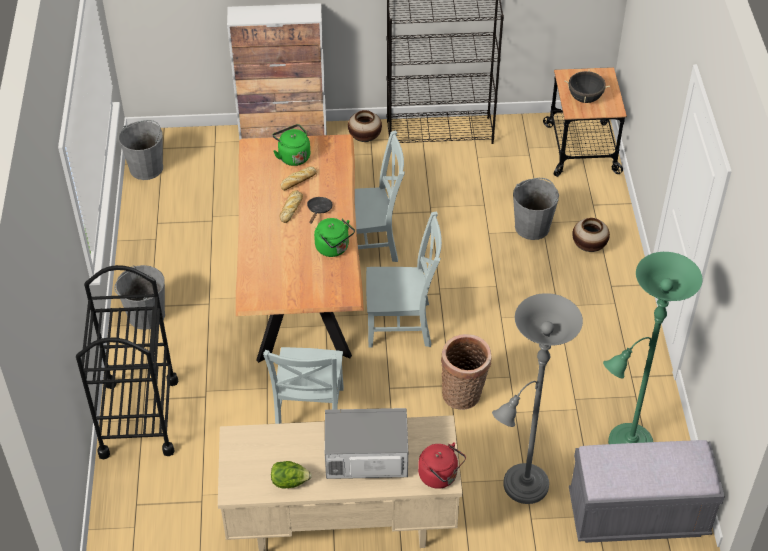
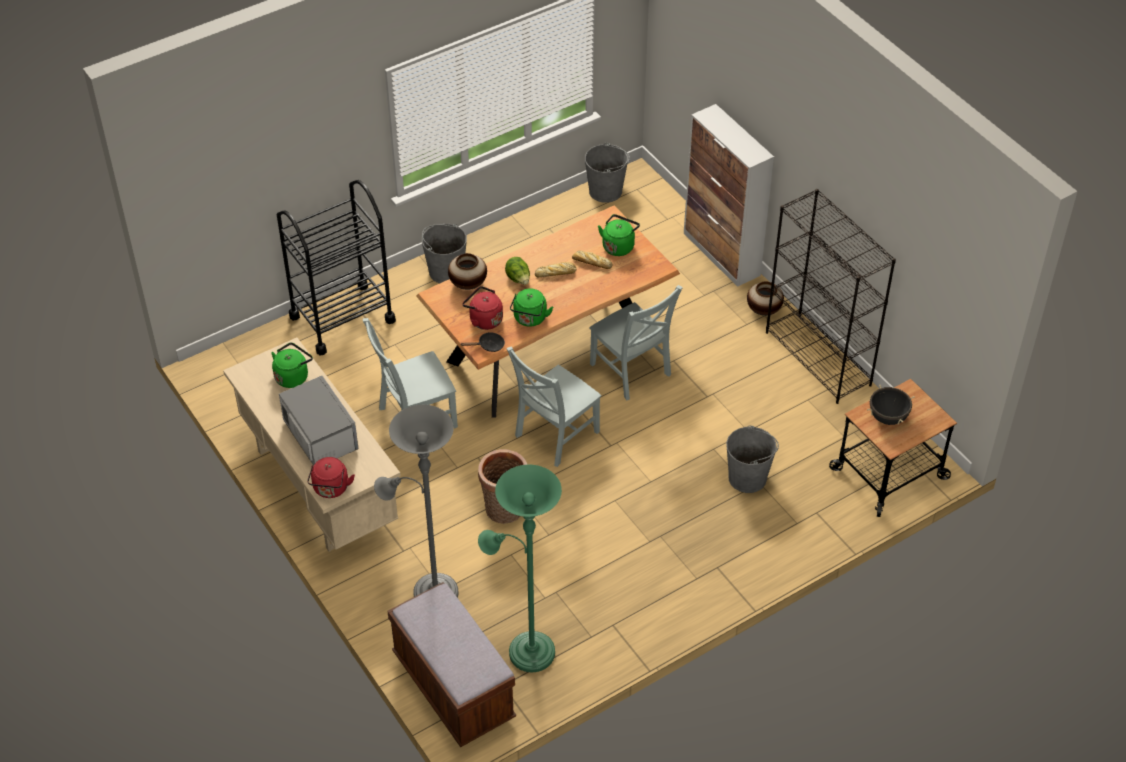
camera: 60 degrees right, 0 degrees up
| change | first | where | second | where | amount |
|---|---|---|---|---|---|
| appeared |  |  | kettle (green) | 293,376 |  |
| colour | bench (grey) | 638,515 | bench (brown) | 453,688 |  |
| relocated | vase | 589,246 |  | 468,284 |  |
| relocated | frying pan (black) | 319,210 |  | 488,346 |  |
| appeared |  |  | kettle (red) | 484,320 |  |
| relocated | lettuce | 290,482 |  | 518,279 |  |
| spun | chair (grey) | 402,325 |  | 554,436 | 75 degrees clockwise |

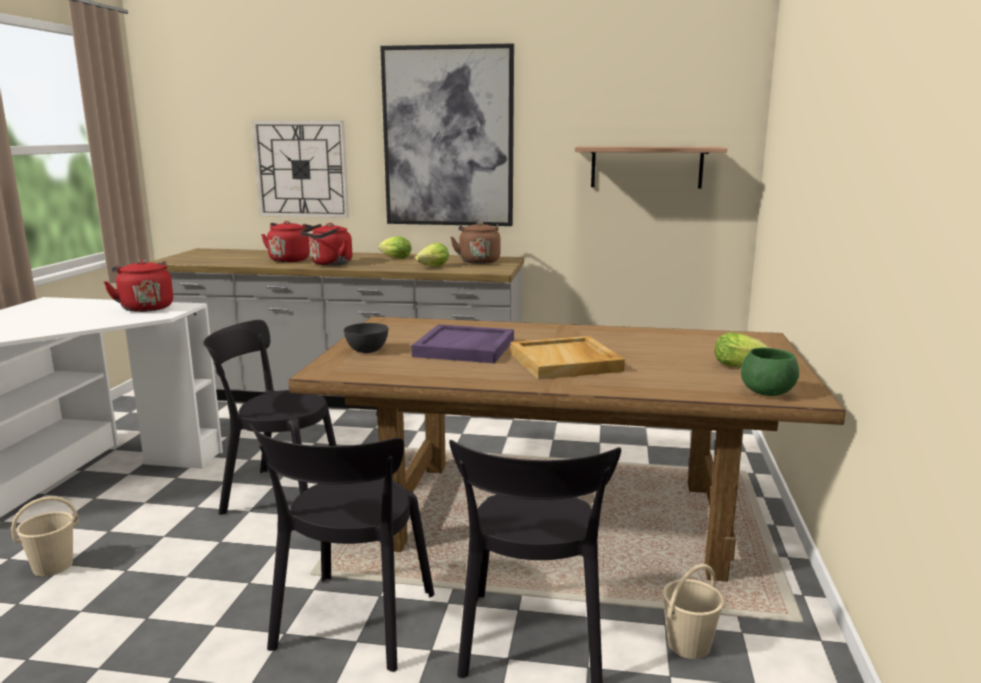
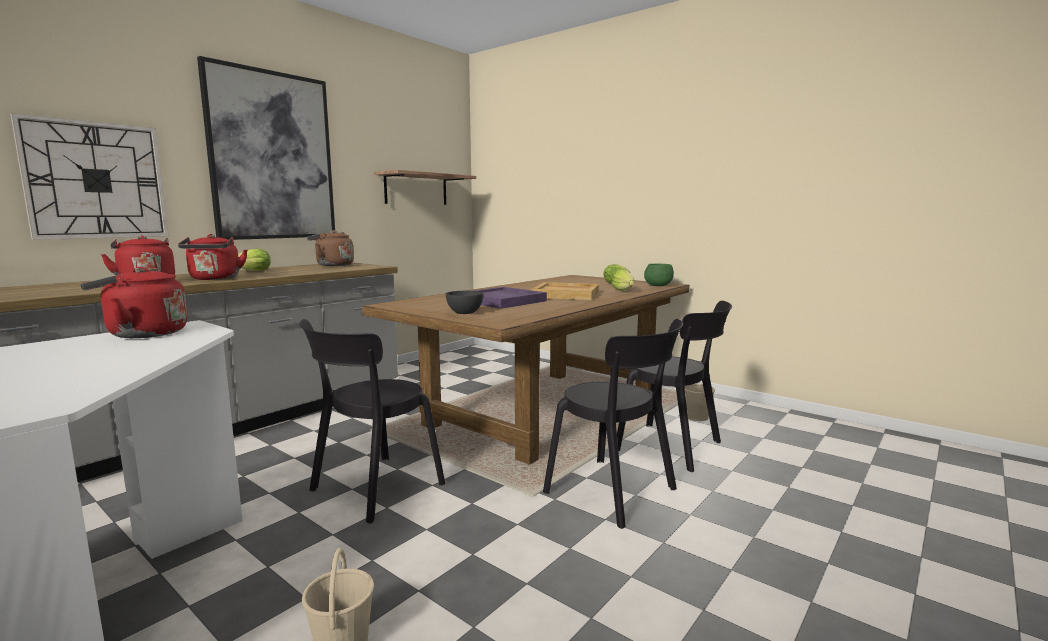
camera: 60 degrees left, 5 degrees down
| change | first | where | second | where | amount |
|---|---|---|---|---|---|
| relocated | lettuce | 431,267 |  | 624,291 |  |

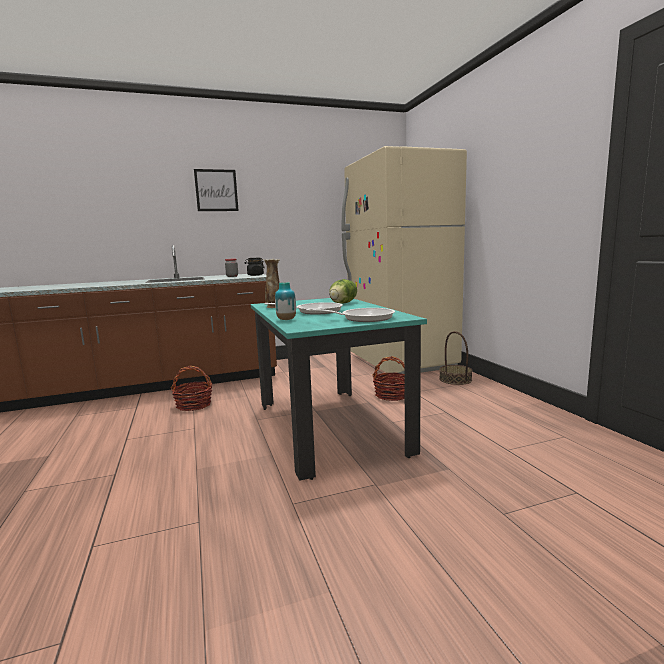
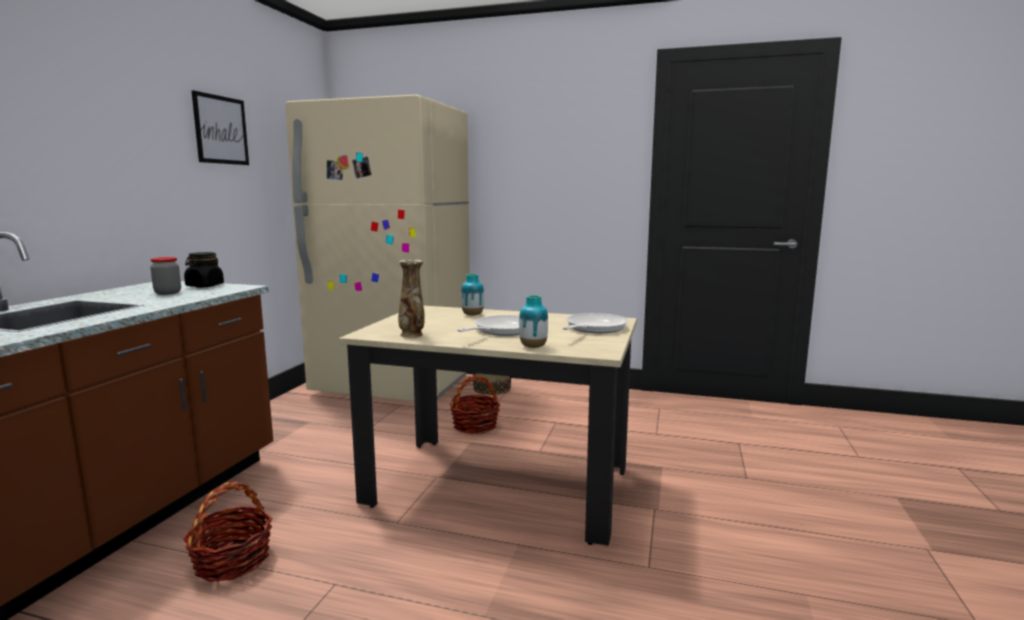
camera: 55 degrees left, 0 degrees up
| change | first | where | second | where | amount |
|---|---|---|---|---|---|
| relocated | picture | 216,190 |  | 221,130 |  |
| colour | dining table (turquoise) | 329,427 | dining table (beige) | 499,485 |  |
| exchanged | lettuce | 343,303 | vase | 472,315 |  |

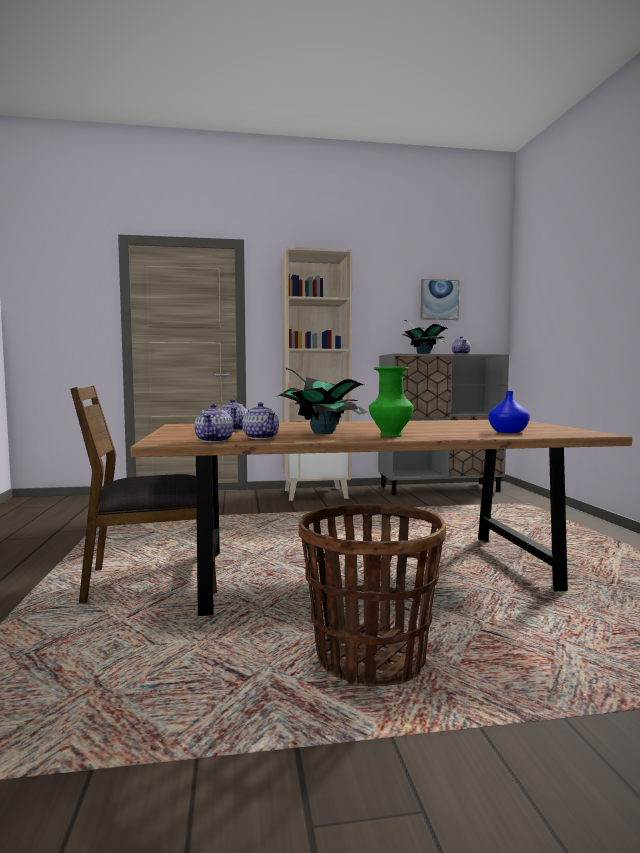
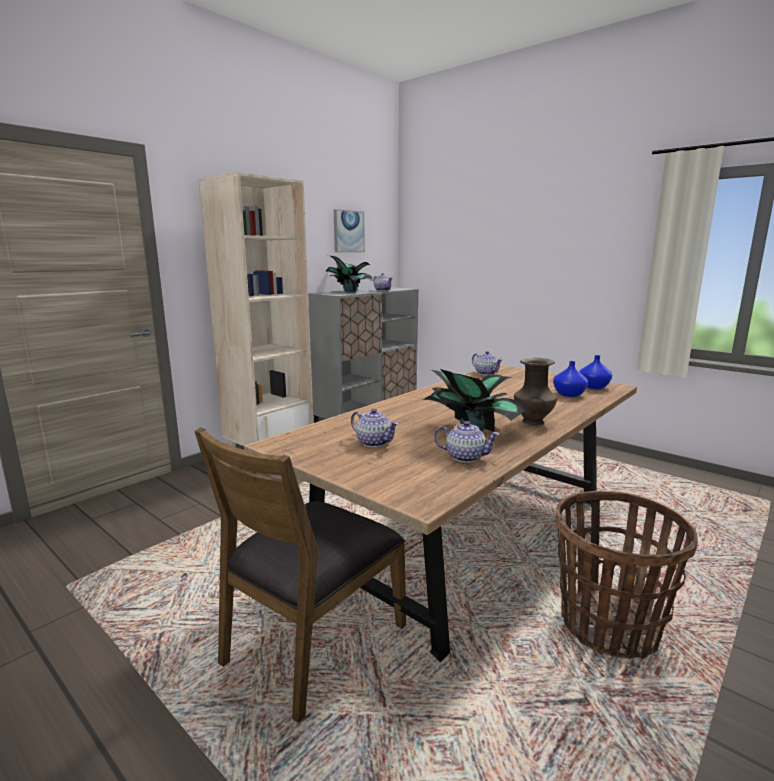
camera: 40 degrees left, 10 degrees up
| change | first | where | second | where | amount |
|---|---|---|---|---|---|
| relocated | teapot | 215,440 |  | 486,373 |  |
| colour | vase (green) | 390,436 | vase (brown) | 533,423 |  |
| appeared |  |  | vase (blue) | 594,387 |  |

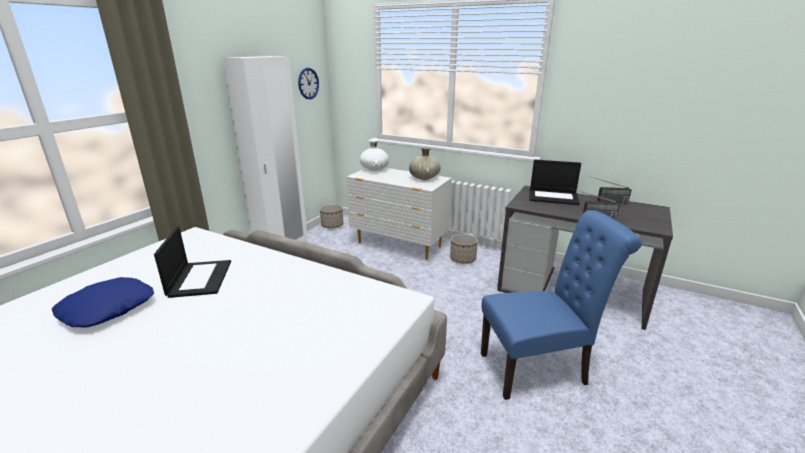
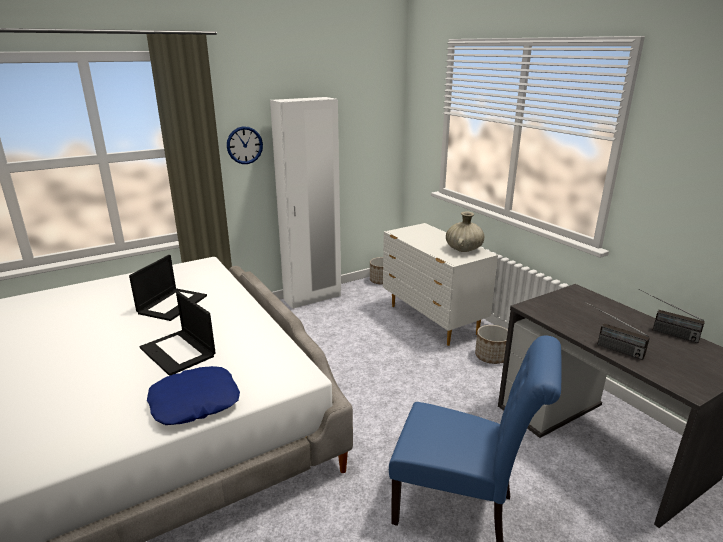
camera: 30 degrees right, 0 degrees up
| change | first | where | second | where | amount |
|---|---|---|---|---|---|
| relocated | laptop | 553,197 |  | 179,352 |  |
| relocated | pillow (blue) | 107,308 |  | 194,402 |  |
| relocated | wall clock | 308,83 |  | 244,145 |  |
| missing | vase (white) | 374,170 |  |  |  |

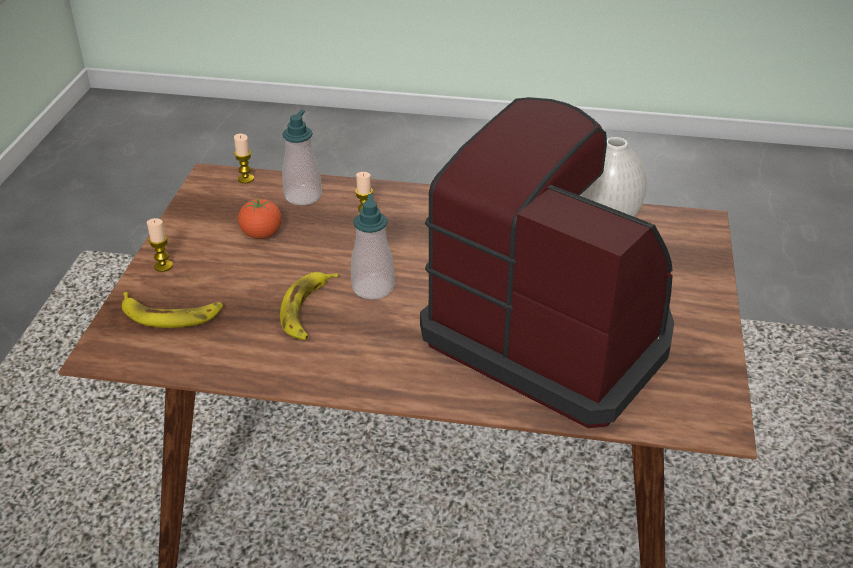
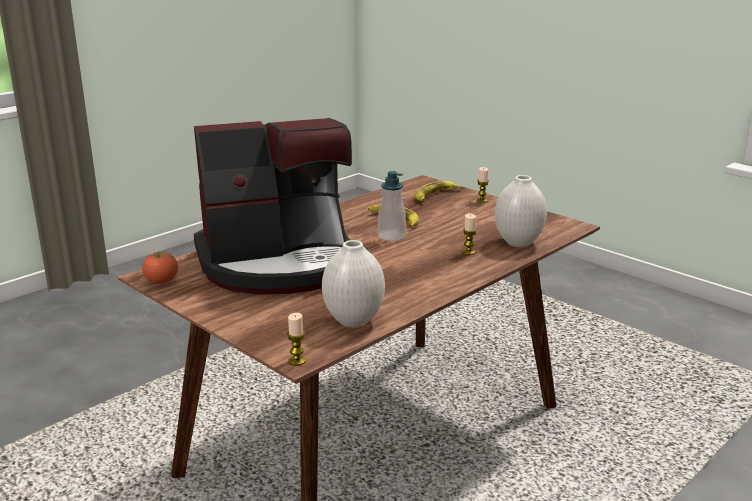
camera: 125 degrees right, 15 degrees down
| change | first | where | second | where | amount |
|---|---|---|---|---|---|
| relocated | tomato | 261,235 |  | 161,282 |  |
| relocated | candle | 246,179 |  | 297,361 |  |
| exchanged | soap dispenser | 303,196 | vase (white) | 518,242 |  |

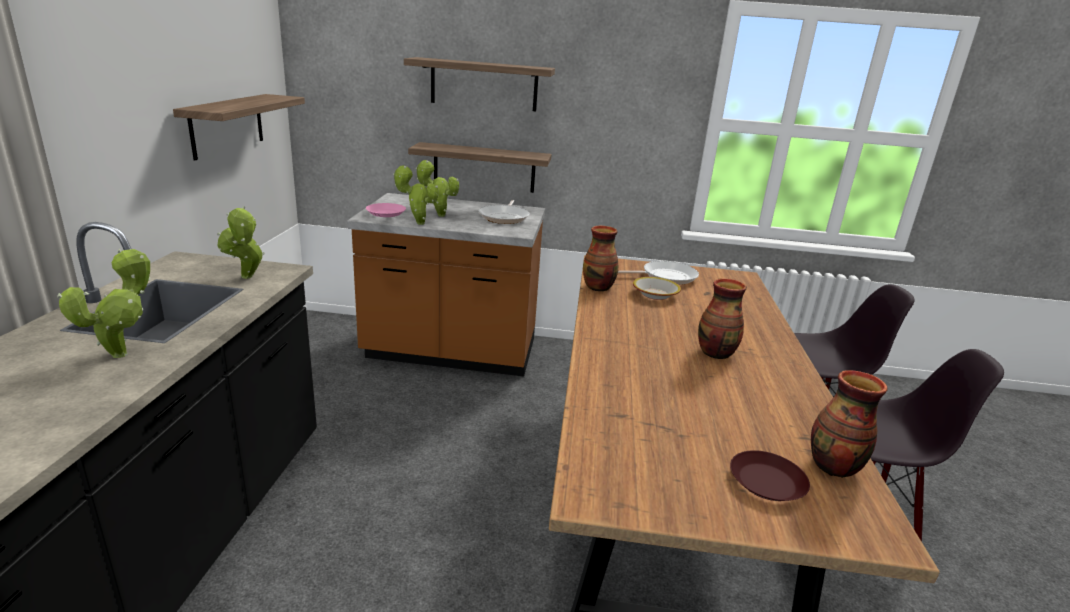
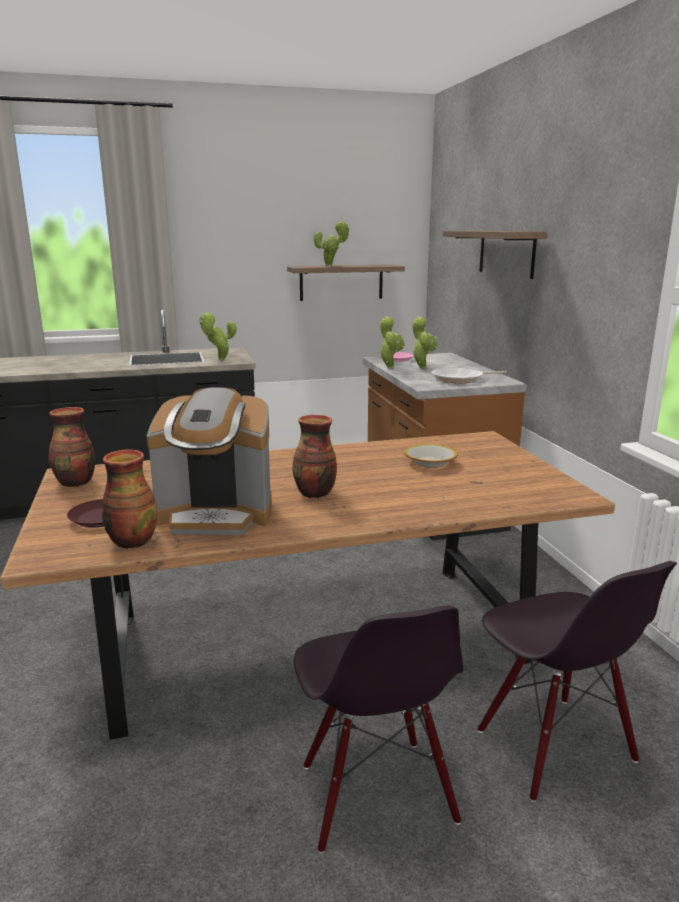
camera: 70 degrees right, 5 degrees down
| change | first | where | second | where | amount |
|---|---|---|---|---|---|
| relocated | vase | 599,287 |  | 75,483 |  |
| appeared |  |  | coffee machine | 216,515 |  |
| relocated | potted plant | 124,352 |  | 331,266 |  |
| missing | shelf | 484,168 |  |  |  |
| missing | frying pan | 666,276 |  |  |  |

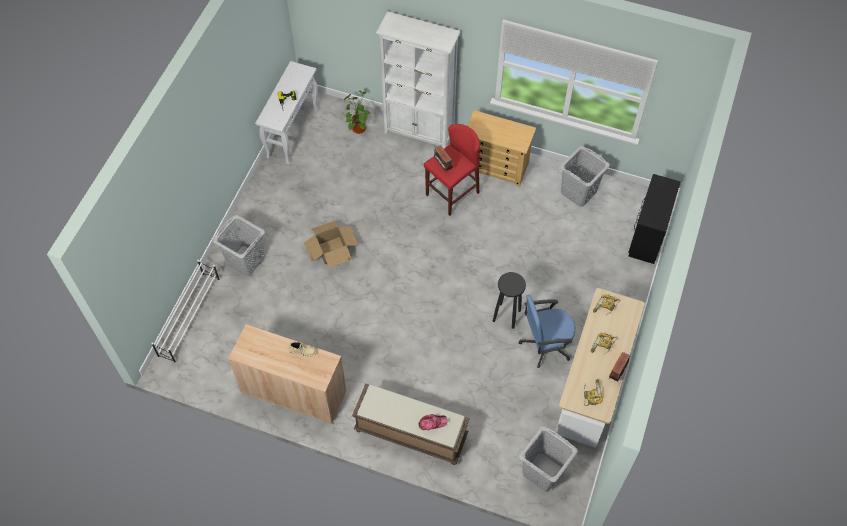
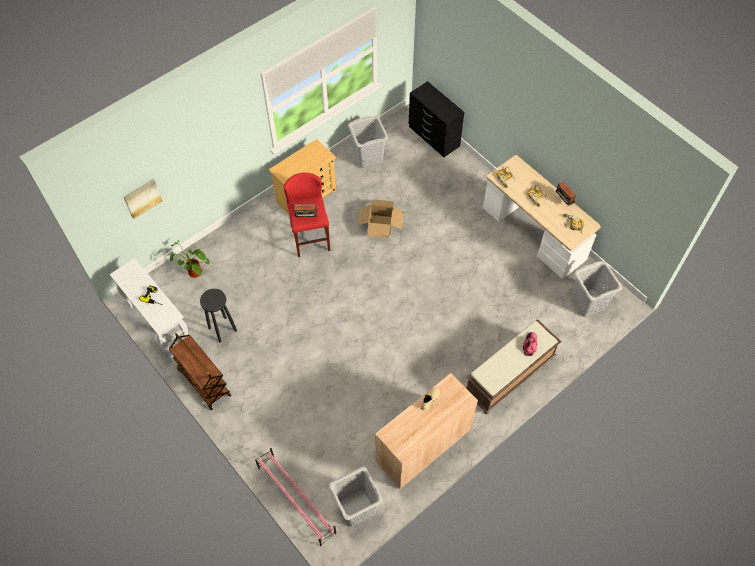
camera: 60 degrees left, 0 degrees up
| change | first | where | second | where | amount |
|---|---|---|---|---|---|
| appeared |  |  | picture | 142,198 |  |
| appeared |  |  | cart (brown) | 203,382 |  |
| relocated | stool (black) | 507,315 |  | 222,329 |  |
| colour | shoe rack (white) | 190,317 | shoe rack (pink) | 296,499 |  |
| relocated | laundry basket (grey) | 245,260 |  | 356,507 |  |
| relocated | cardboard box | 332,250 |  | 380,224 |  |
| missing | bookcase (white) | 419,132 |  |  |  |
| missing | office chair (blue) | 545,344 |  |  |  |

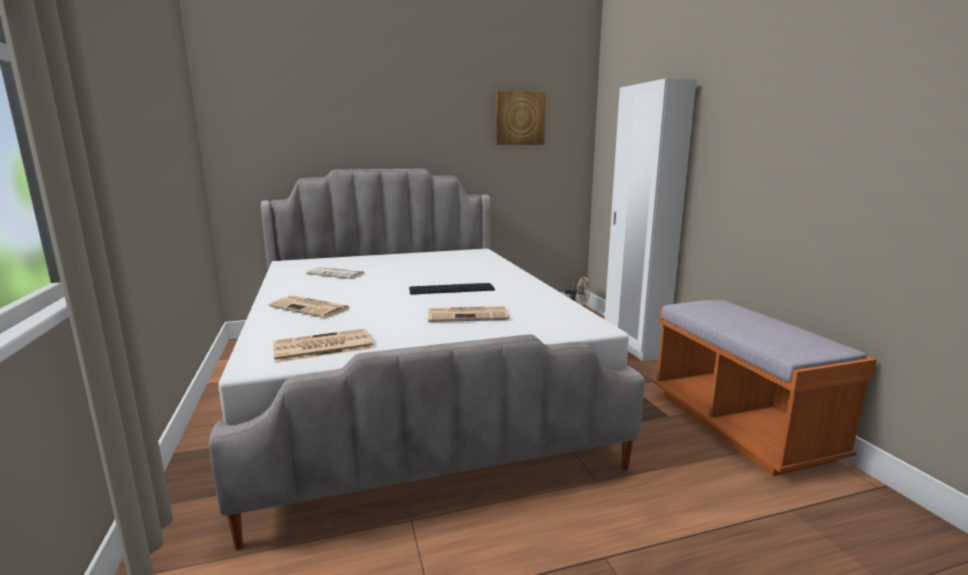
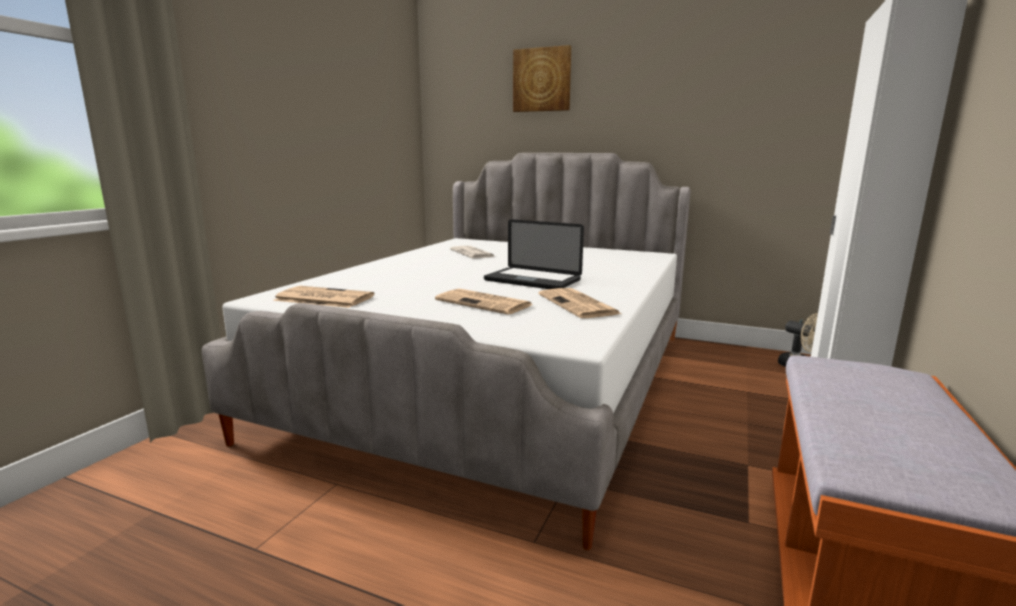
camera: 40 degrees right, 0 degrees up
| change | first | where | second | where | amount |
|---|---|---|---|---|---|
| exchanged | keyboard | 451,289 | laptop | 532,280 |  |
| relocated | picture | 519,118 |  | 542,80 |  |
| relocated | newspaper | 311,307 |  | 579,305 |  |

